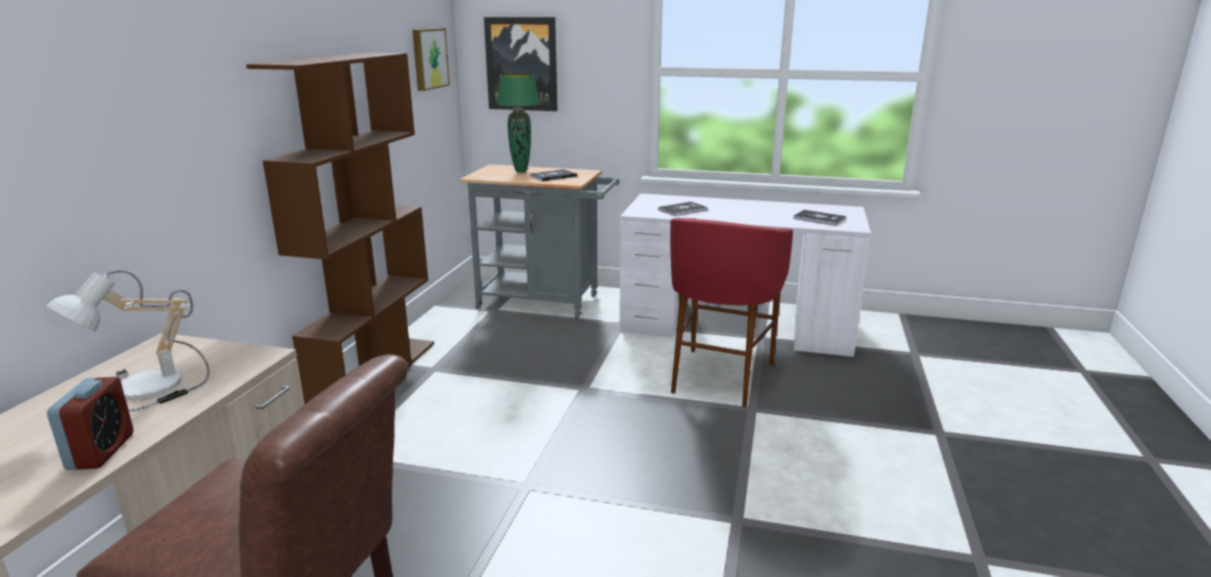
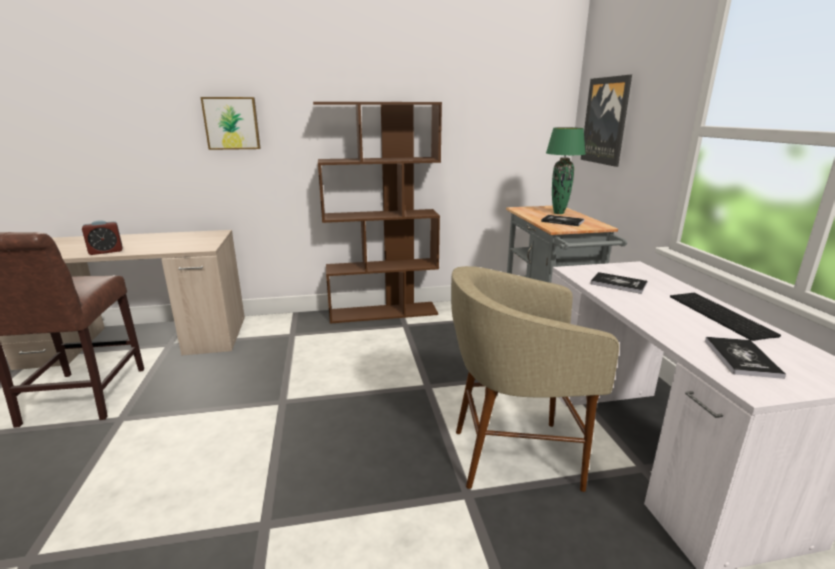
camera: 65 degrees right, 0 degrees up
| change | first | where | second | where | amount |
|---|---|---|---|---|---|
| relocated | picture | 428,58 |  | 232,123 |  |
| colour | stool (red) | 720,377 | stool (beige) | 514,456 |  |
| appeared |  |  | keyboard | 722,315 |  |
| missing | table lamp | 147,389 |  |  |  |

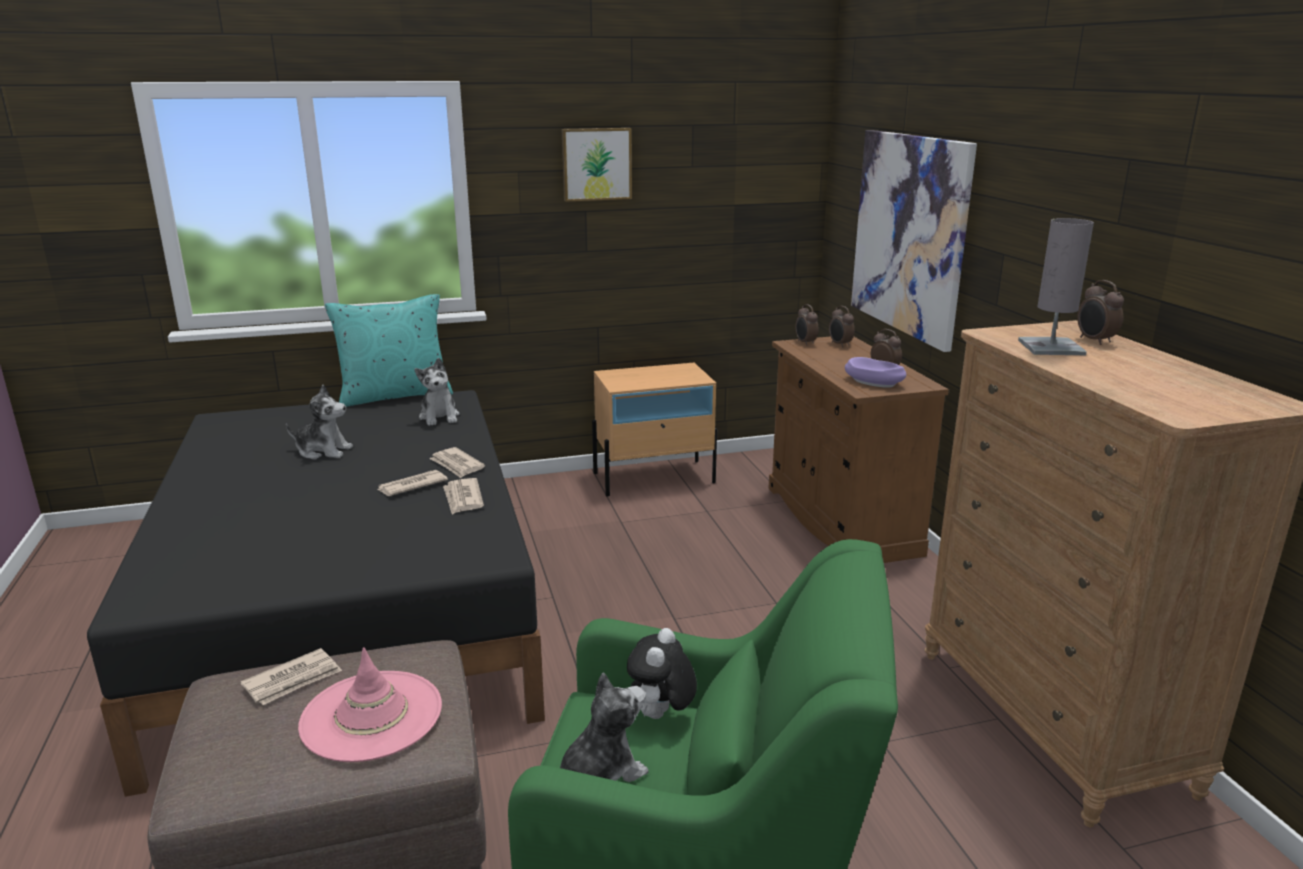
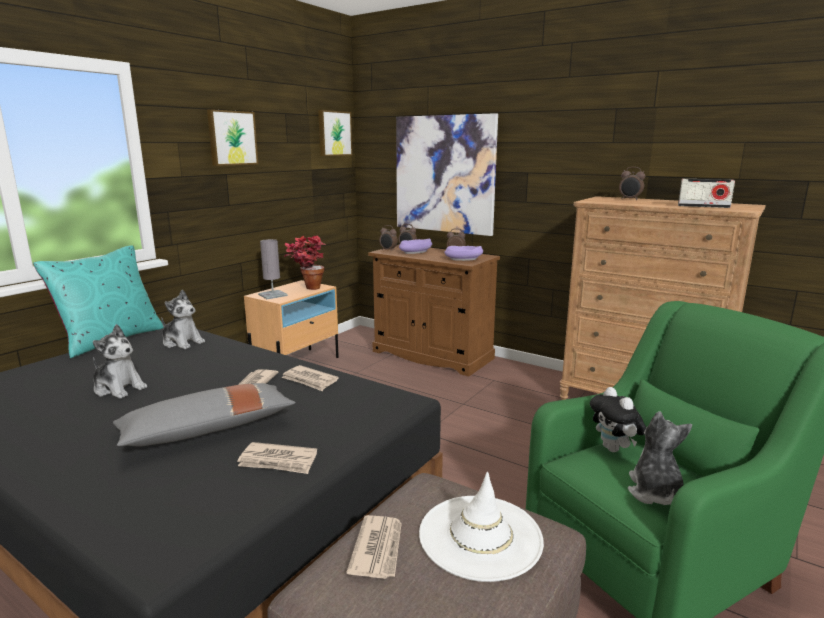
camera: 40 degrees left, 5 degrees down
| change | first | where | second | where | amount |
|---|---|---|---|---|---|
| spun | plush toy | 323,451 |  | 119,388 | 60 degrees clockwise |
| appeared |  |  | pillow (grey) | 208,429 |  |
| relocated | newspaper | 457,465 |  | 278,461 |  |
| relocated | table lamp (grey) | 1051,347 |  | 273,295 |  |
| appeared |  |  | potted plant | 307,288 |  |
| appeared |  |  | picture | 334,133 |  |
| appeared |  |  | bowl (purple) | 415,252 |  |
| colour | hat (pink) | 372,716 | hat (white) | 480,536 |  |
| appeared |  |  | radio | 703,206 |  |

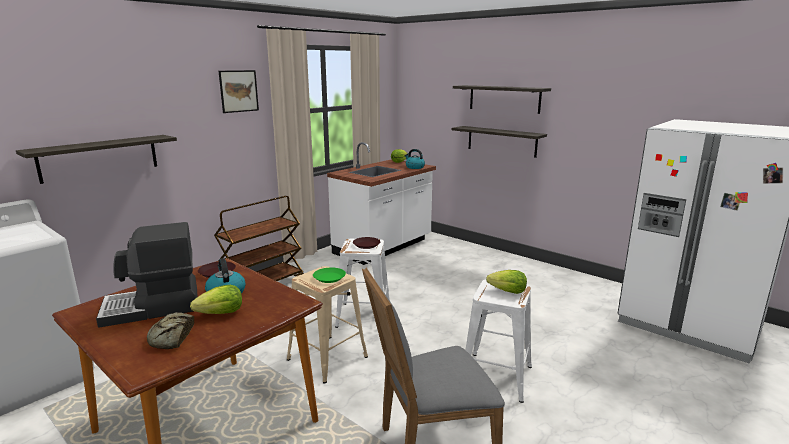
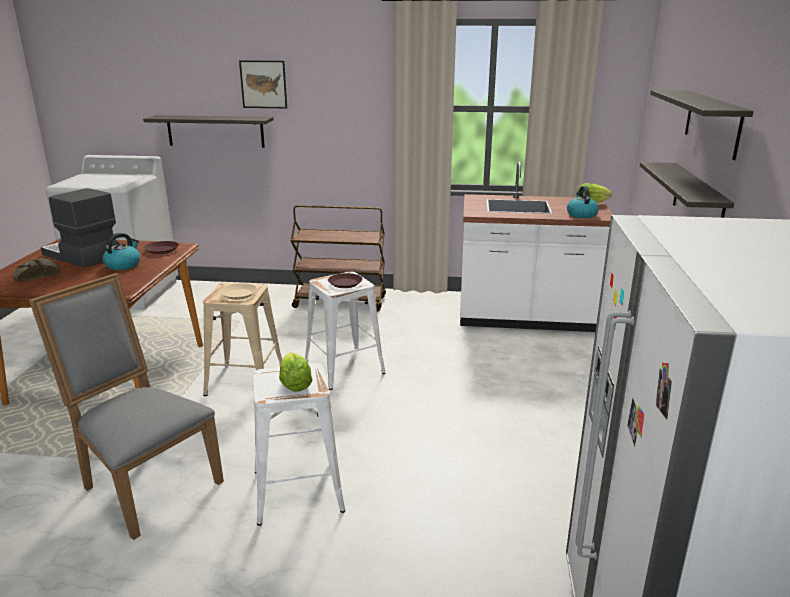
camera: 55 degrees right, 5 degrees up
| change | first | where | second | where | amount |
|---|---|---|---|---|---|
| colour | plate (green) | 329,278 | plate (beige) | 239,294 |  |
| relocated | picture | 238,91 |  | 263,84 |  |
| missing | lettuce | 221,313 |  |  |  |

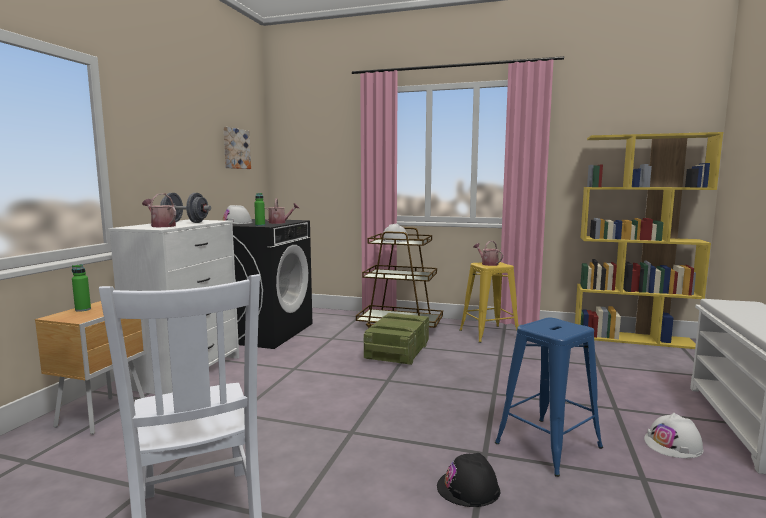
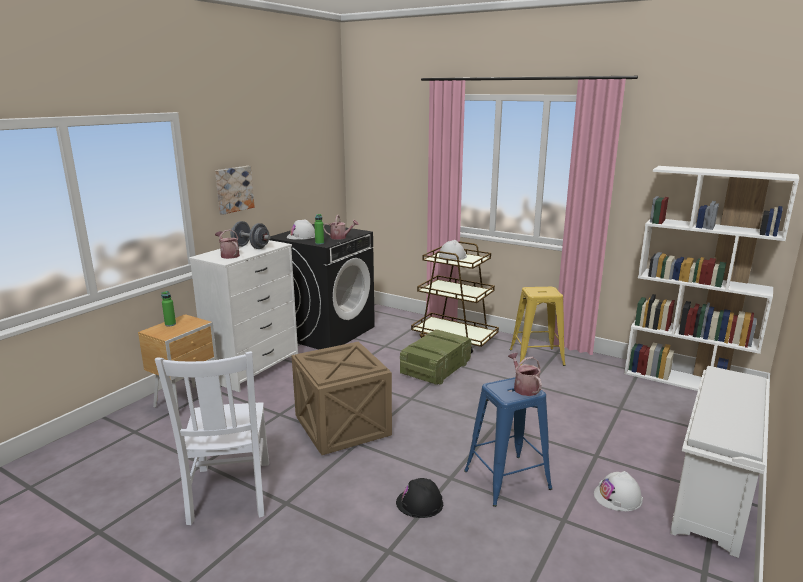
camera: 15 degrees right, 10 degrees up
| change | first | where | second | where | amount |
|---|---|---|---|---|---|
| relocated | picture | 235,148 |  | 233,189 |  |
| appeared |  |  | crate | 341,426 |  |
| relocated | watering can | 488,264 |  | 524,388 |  |
| colour | bookcase (yellow) | 633,339 | bookcase (white) | 686,381 |  |

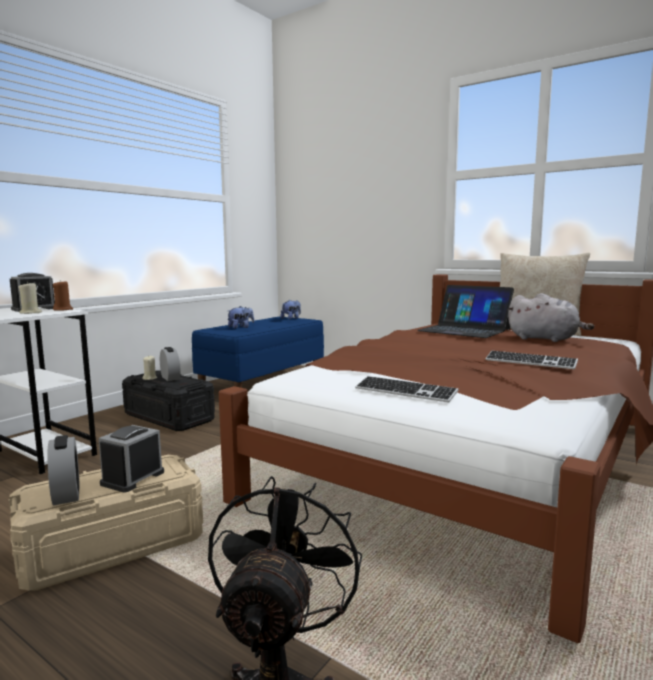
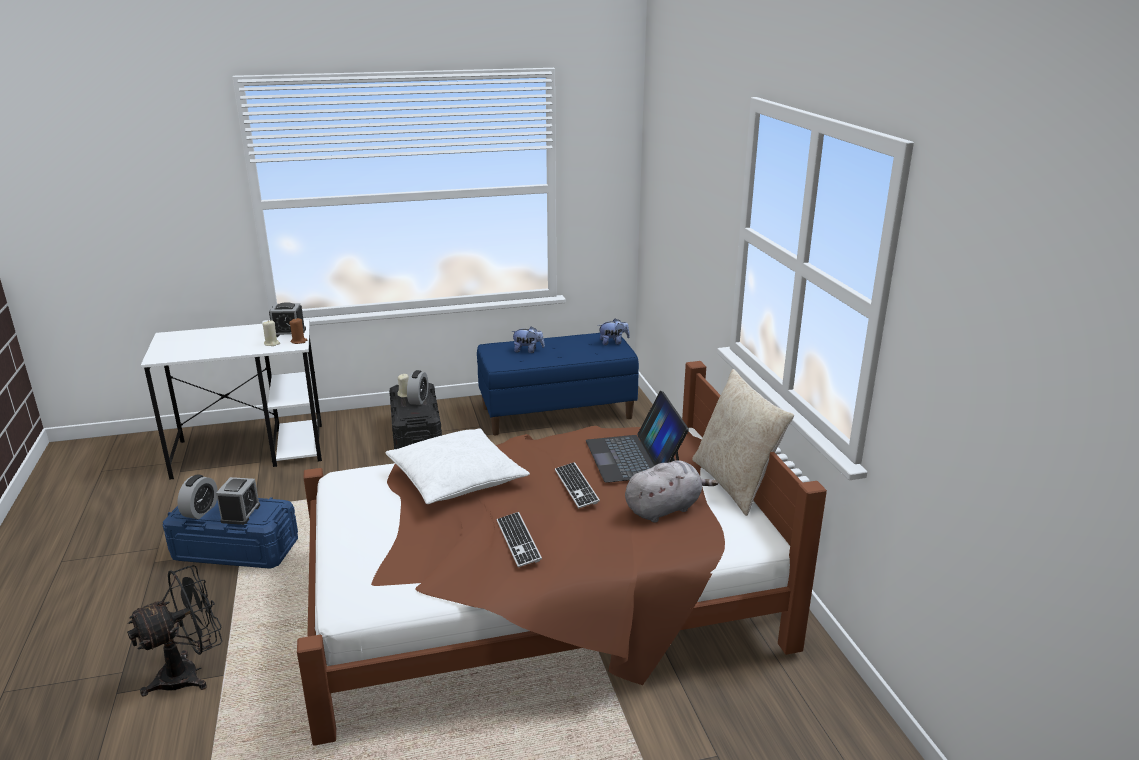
camera: 40 degrees right, 15 degrees up
| change | first | where | second | where | amount |
|---|---|---|---|---|---|
| colour | storage box (beige) | 112,546 | storage box (blue) | 235,549 |  |
| spun | alarm clock | 133,478 |  | 240,513 | 120 degrees clockwise |
| appeared |  |  | pillow (white) | 456,478 |  |
| relocated | keyboard | 405,392 |  | 576,486 |  |
| spun | plush toy (grey) | 545,339 |  | 665,508 | 105 degrees counterclockwise |

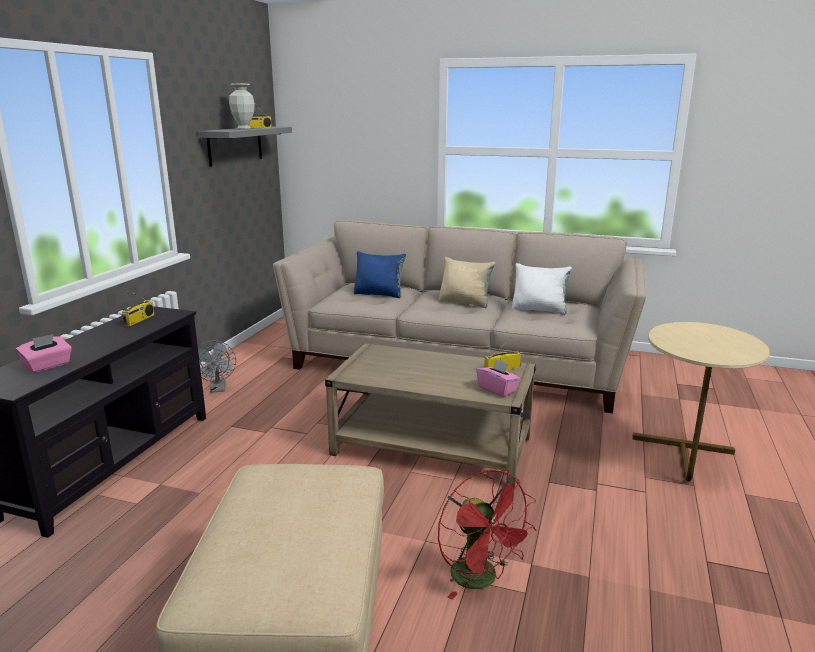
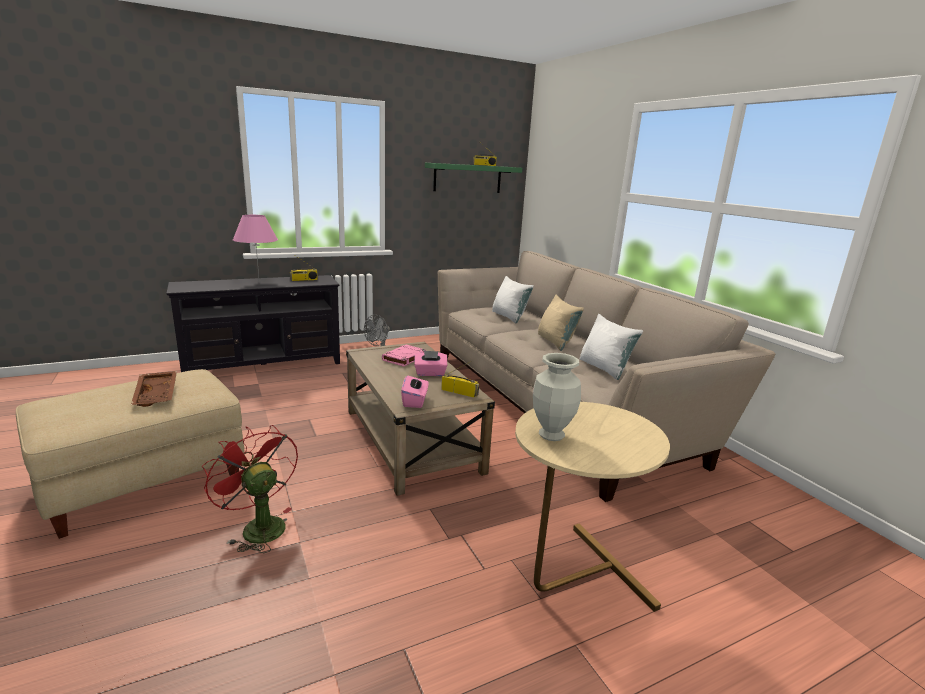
camera: 45 degrees right, 0 degrees up
| change | first | where | second | where | amount |
|---|---|---|---|---|---|
| appeared |  |  | tray (brown) | 157,395 |  |
| spun | fan (red) | 481,580 |  | 258,526 | 120 degrees clockwise |
| appeared |  |  | table lamp (pink) | 259,282 |  |
| appeared |  |  | book (pink) | 404,358 |  |
| relocated | tissue box (pink) | 48,366 |  | 430,373 |  |
| colour | shelf (grey) | 235,145 | shelf (green) | 467,178 |  |
| colour | pillow (blue) | 379,294 | pillow (white) | 509,317 |  |
| relocated | vase | 244,129 |  | 551,435 |  |

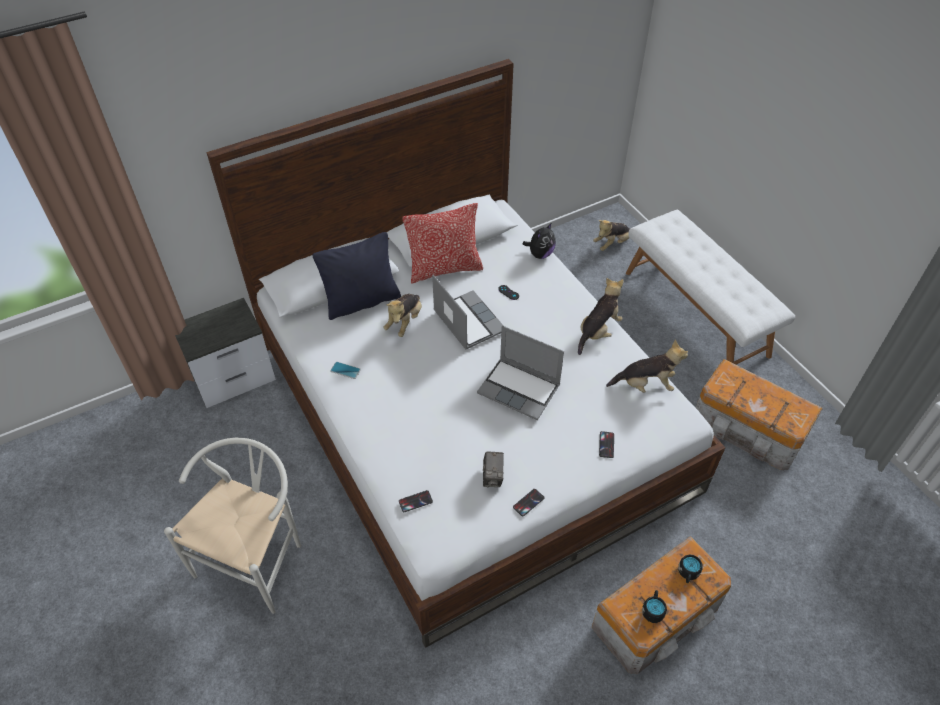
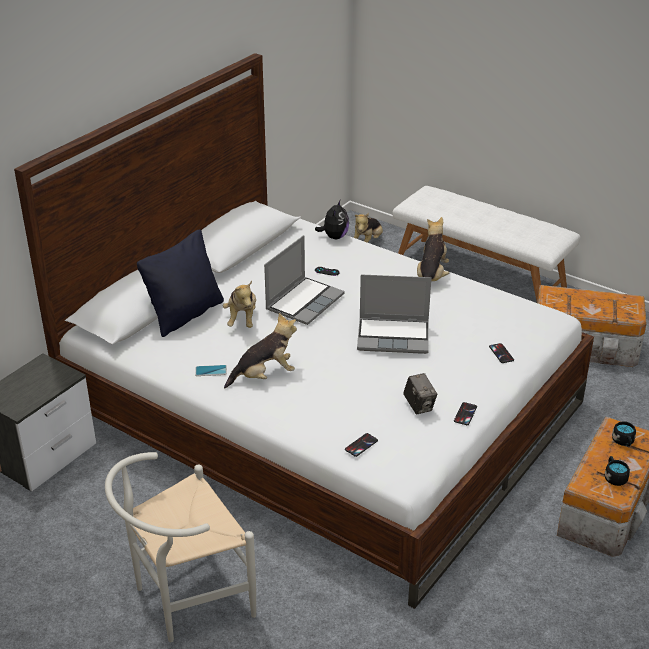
camera: 25 degrees left, 15 degrees down
| change | first | where | second | where | amount |
|---|---|---|---|---|---|
| spun | chair (white) | 257,557 |  | 184,600 | 120 degrees counterclockwise |
| relocated | plush toy | 645,385 |  | 264,376 |  |
| spun | laptop | 467,321 |  | 304,301 | 90 degrees clockwise |
| missing | pillow | 444,269 |  |  |  |

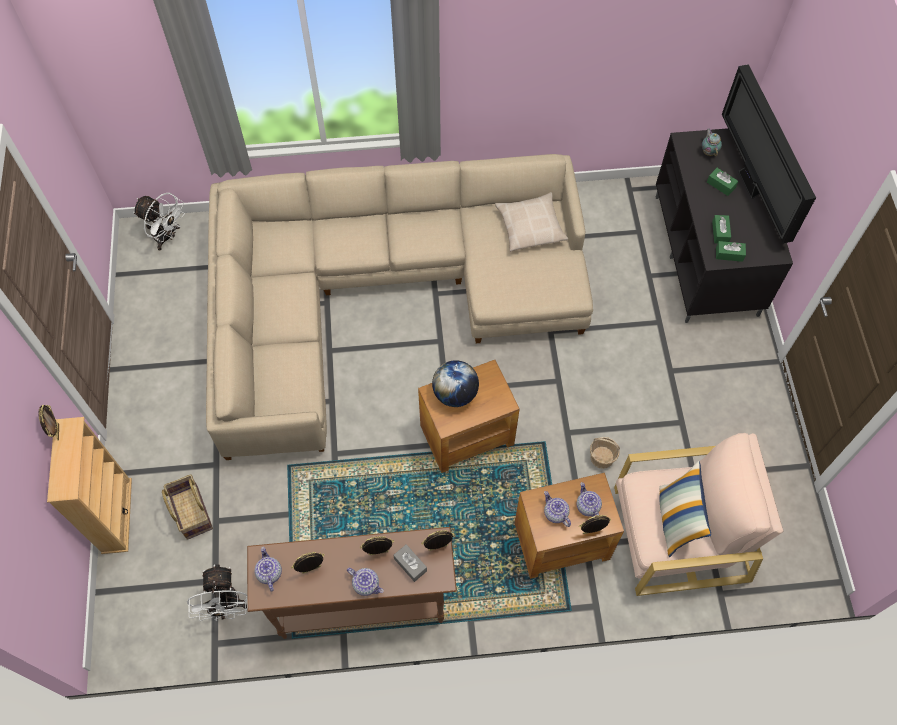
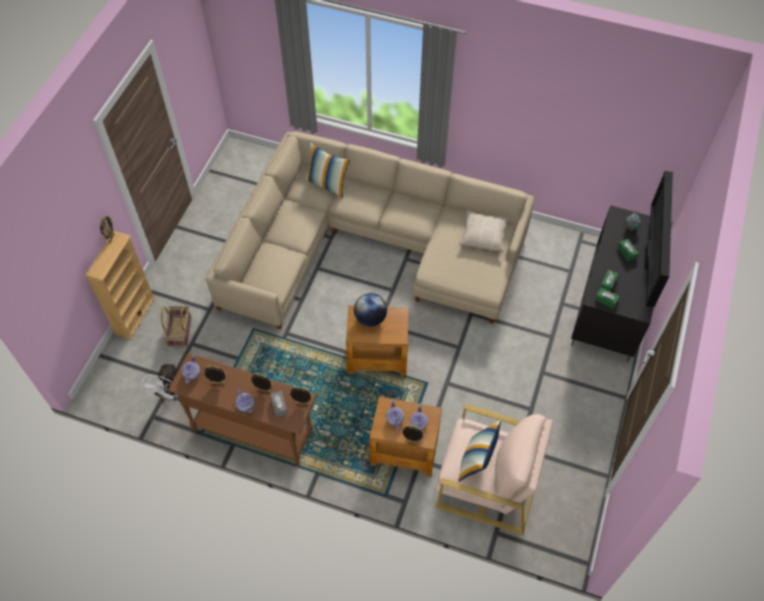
camera: 25 degrees right, 5 degrees down
| change | first | where | second | where | amount |
|---|---|---|---|---|---|
| appeared |  |  | pillow | 327,184 |  |
| missing | fan (white) | 167,237 |  |  |  |
| missing | basket | 602,457 |  |  |  |

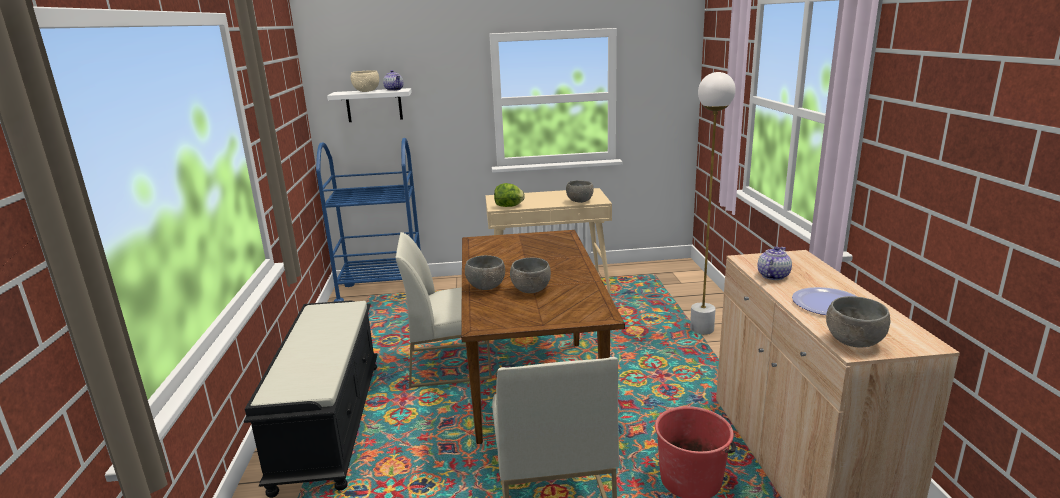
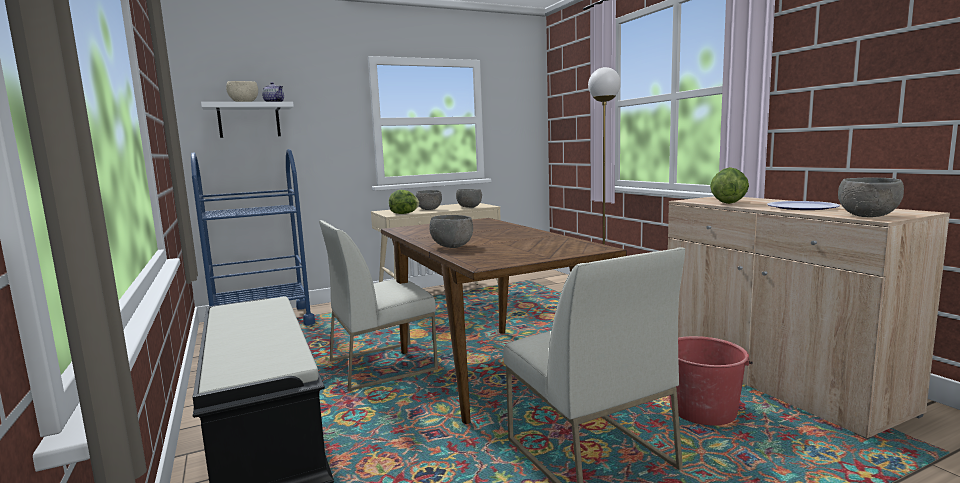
camera: 20 degrees left, 10 degrees down
| change | first | where | second | where | amount |
|---|---|---|---|---|---|
| relocated | bowl (grey) | 530,290 |  | 429,209 |  |
| exchanged | teapot | 773,276 | lettuce | 728,203 |  |

